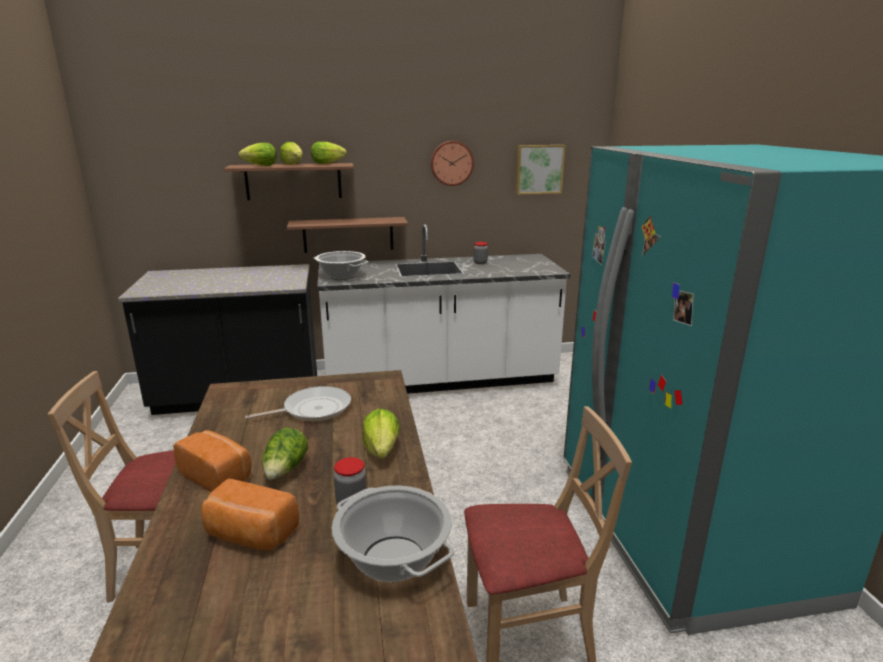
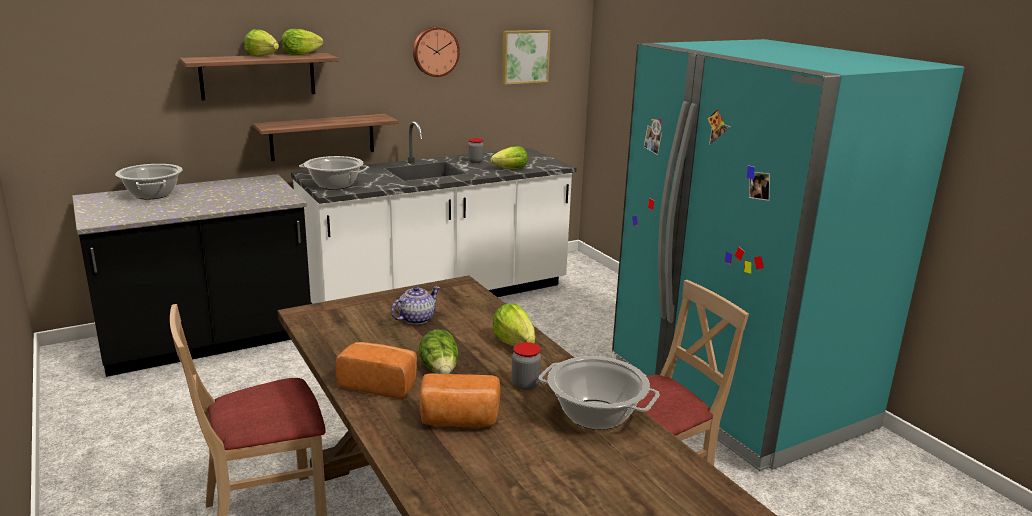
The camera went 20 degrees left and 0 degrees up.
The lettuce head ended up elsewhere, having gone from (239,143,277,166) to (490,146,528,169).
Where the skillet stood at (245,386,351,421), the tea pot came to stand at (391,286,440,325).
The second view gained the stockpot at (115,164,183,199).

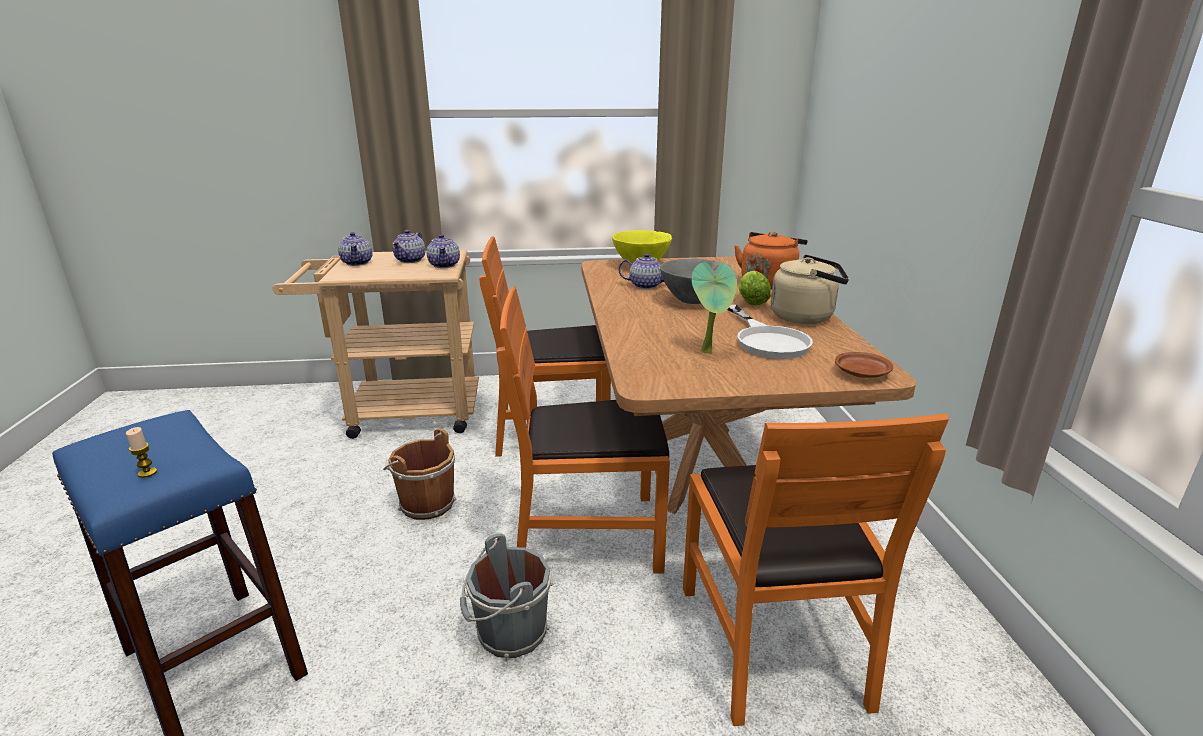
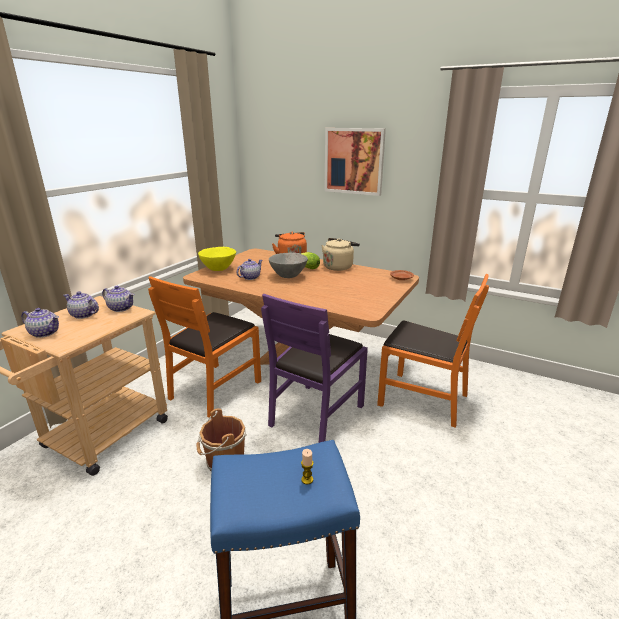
The camera went 55 degrees left and 0 degrees up.
The tea pot at (392,230,425,263) ended up facing another way, 150 degrees clockwise from before.
The second view lost the water bucket/greyish at (460,533,554,658).
What was the chair/orangey at (497,287,670,573) turned into the chair/purplish at (261,294,368,443).
The second view lost the plant in a pot at (692,262,737,353).
The second view lost the skillet/whitish at (727,305,813,359).
The second view gained the picture at (324,128,386,196).

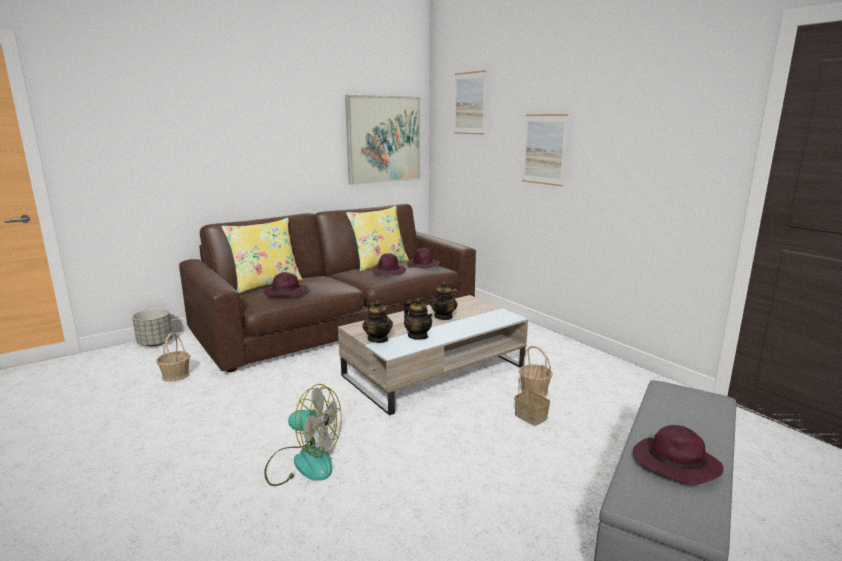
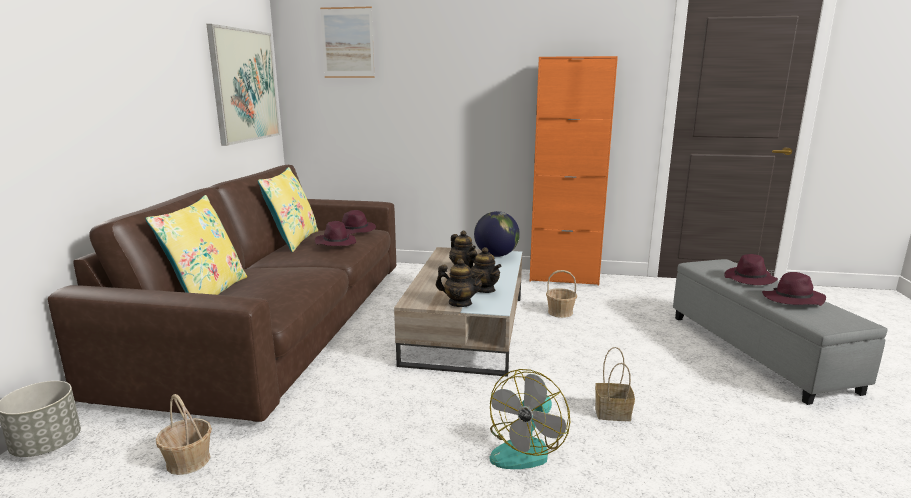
The camera went 45 degrees left and 0 degrees up.
The hat/purplish ended up elsewhere, having gone from (264,272,308,296) to (725,254,778,285).
The cooling fan at (264,384,342,486) ended up facing another way, 150 degrees clockwise from before.
The tea pot at (404,298,433,340) ended up facing another way, 45 degrees clockwise from before.
The storage basket ended up elsewhere, having gone from (515,365,550,426) to (595,347,635,421).
The second view lost the picture at (522,114,568,186).
The second view gained the world globe at (474,211,520,257).
The second view gained the cupboard/orangey at (530,56,618,286).

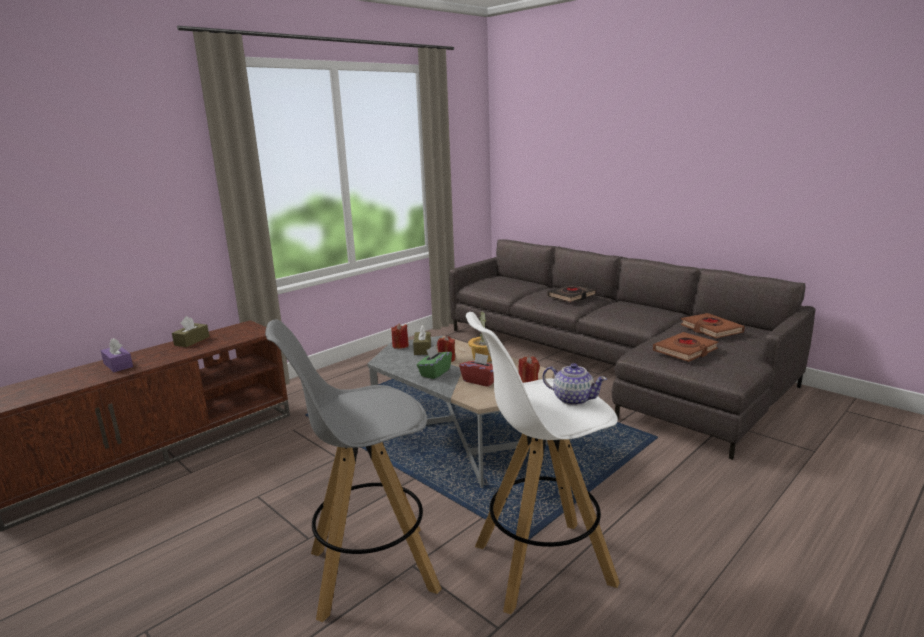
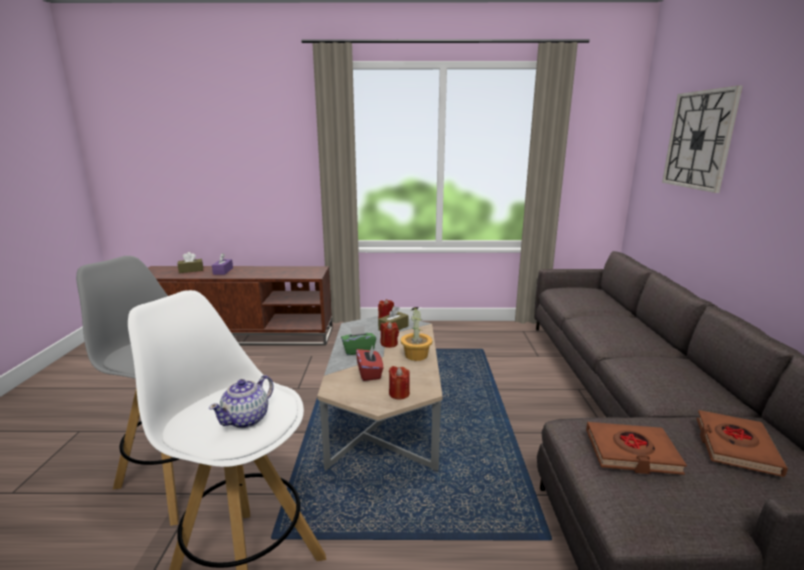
The camera went 45 degrees right and 0 degrees up.
The tissue holder/brown-coloured ended up elsewhere, having gone from (172,316,209,347) to (178,252,203,273).
The tea pot at (543,363,607,406) ended up facing another way, 45 degrees clockwise from before.
The second view lost the volume/black at (547,284,596,303).
The second view gained the hanging clock at (662,85,743,193).

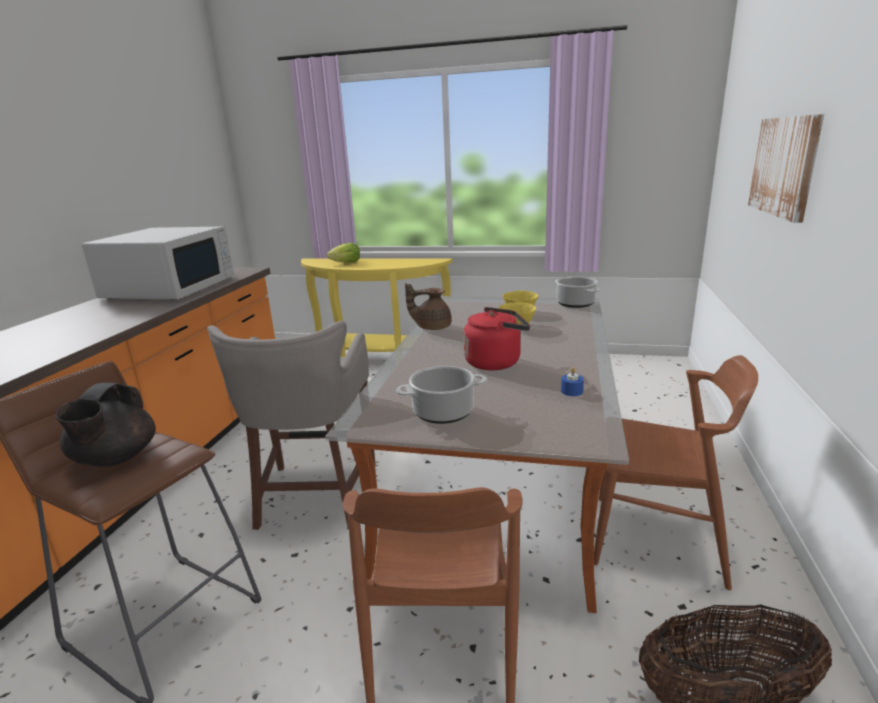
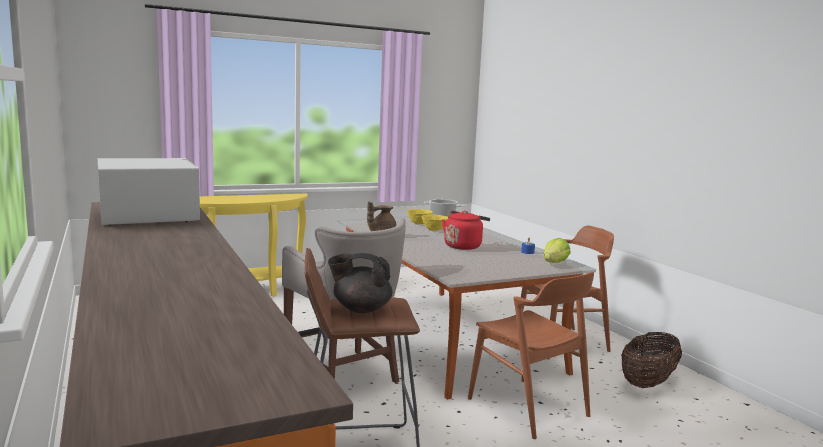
The camera went 40 degrees left and 10 degrees down.
The tea pot/black at (56,383,156,467) ended up facing another way, 135 degrees clockwise from before.
The lettuce head ended up elsewhere, having gone from (327,243,360,263) to (543,238,571,263).
The second view lost the stockpot at (396,366,487,424).
The second view lost the picture at (748,114,824,223).

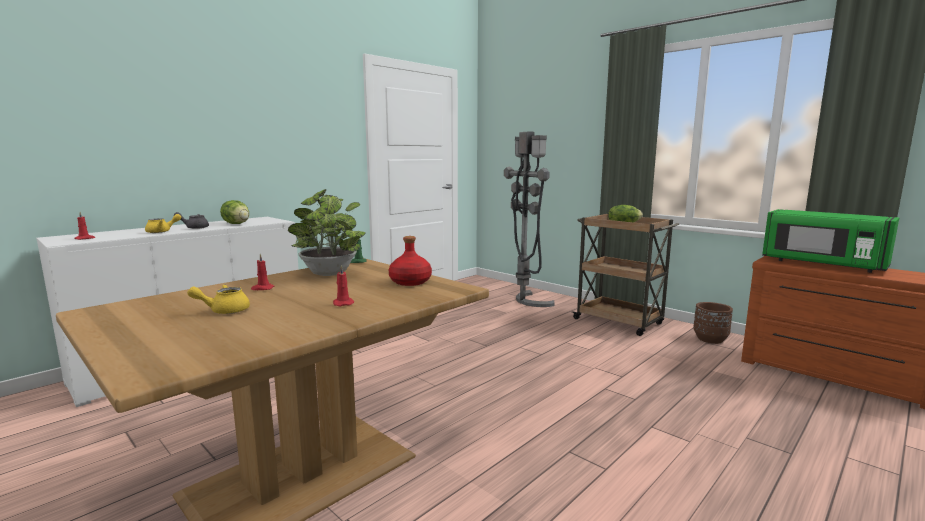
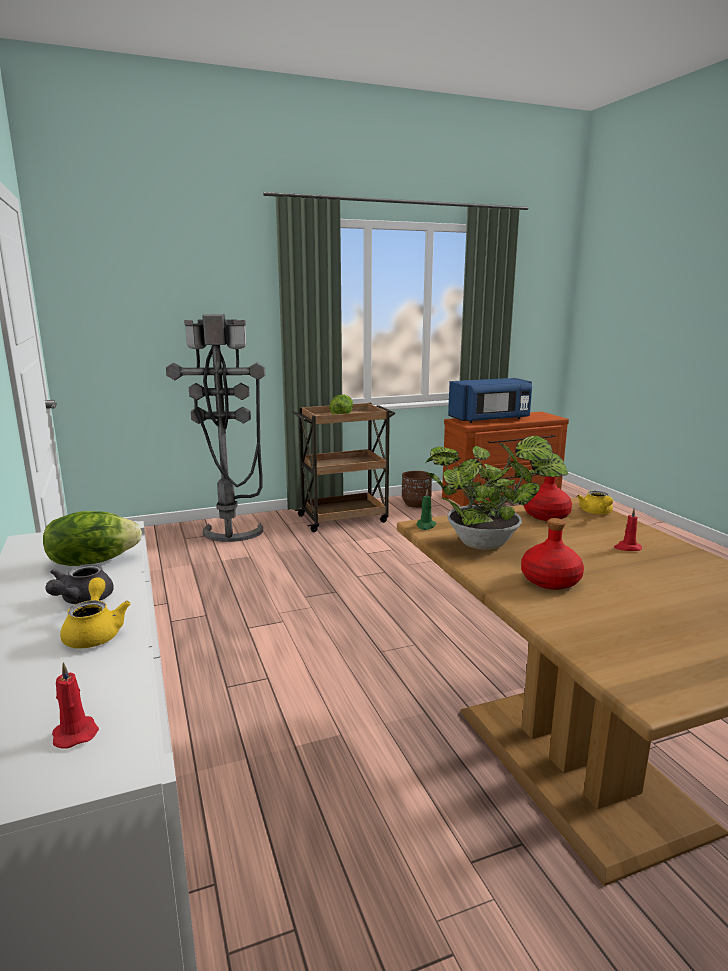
The camera went 65 degrees left and 5 degrees up.
The tea pot/yellowish ended up elsewhere, having gone from (187,284,250,314) to (577,491,613,514).
Where the wax candle/red stood at (251,254,274,290), the drink bottle/red came to stand at (521,518,584,590).
What was the microwave/green-coloured at (762,209,899,273) turned into the microwave/blue-coloured at (448,378,532,423).

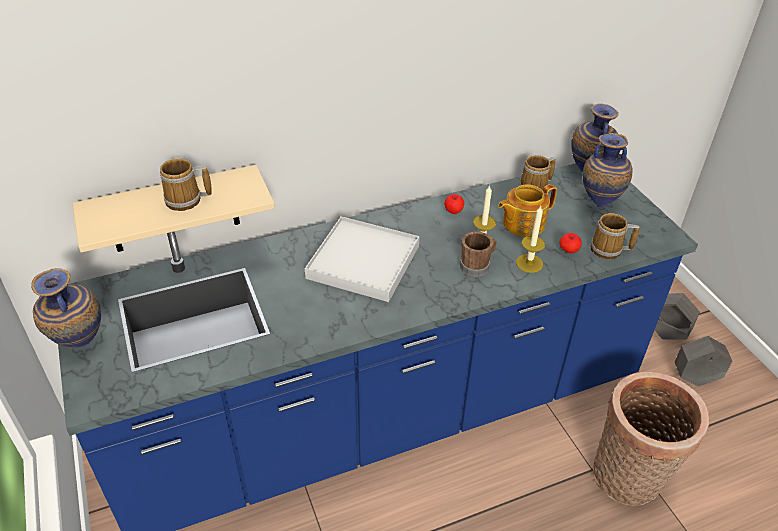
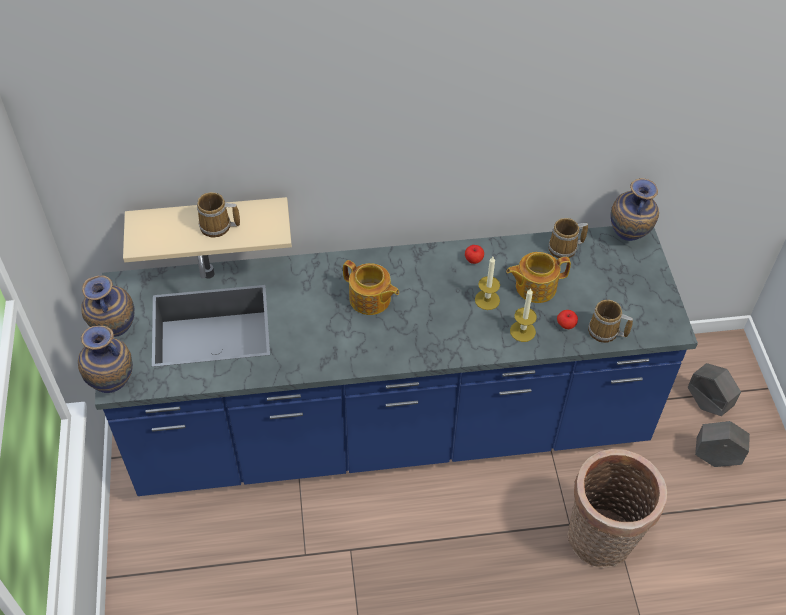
The camera went 15 degrees right and 10 degrees up.
Where the serving tray/whitish stood at (305,216,420,302), the tea pot came to stand at (343,260,399,315).
The second view lost the coffee mug/brown-coloured at (460,232,497,276).
The flower vase ended up elsewhere, having gone from (583,133,632,207) to (78,326,133,393).

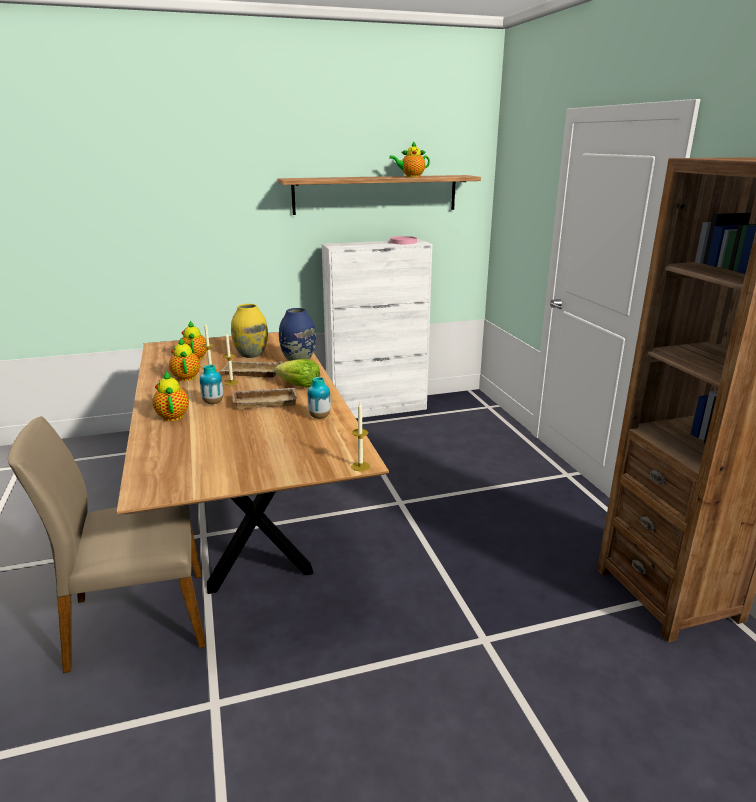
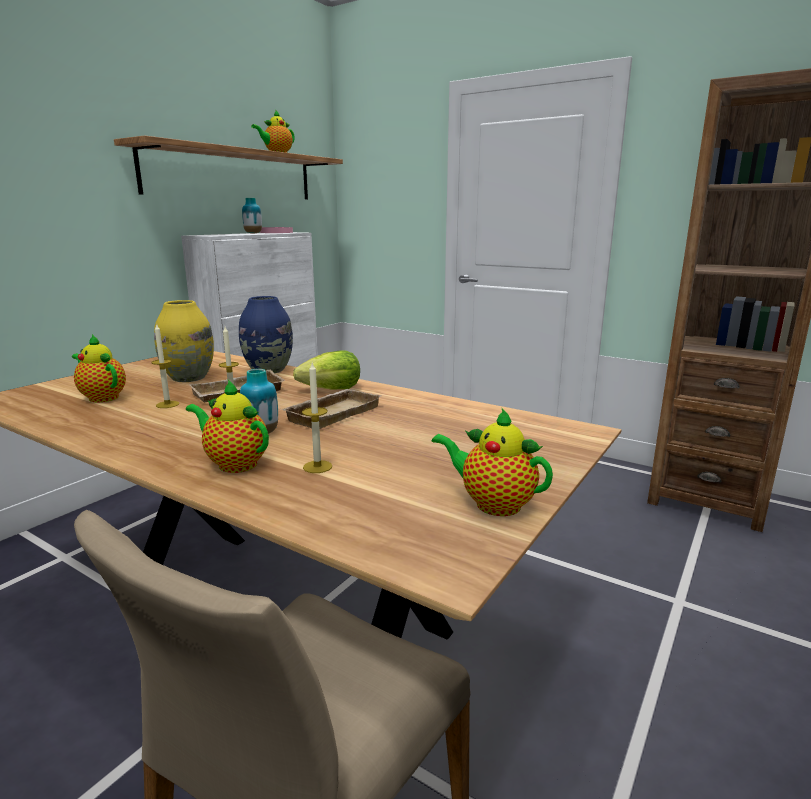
The camera went 40 degrees left and 5 degrees down.
The tea pot ended up elsewhere, having gone from (169,338,200,381) to (432,408,553,516).
The flower vase ended up elsewhere, having gone from (307,377,331,419) to (242,198,262,234).
The wax candle ended up elsewhere, having gone from (351,403,370,471) to (302,363,332,473).

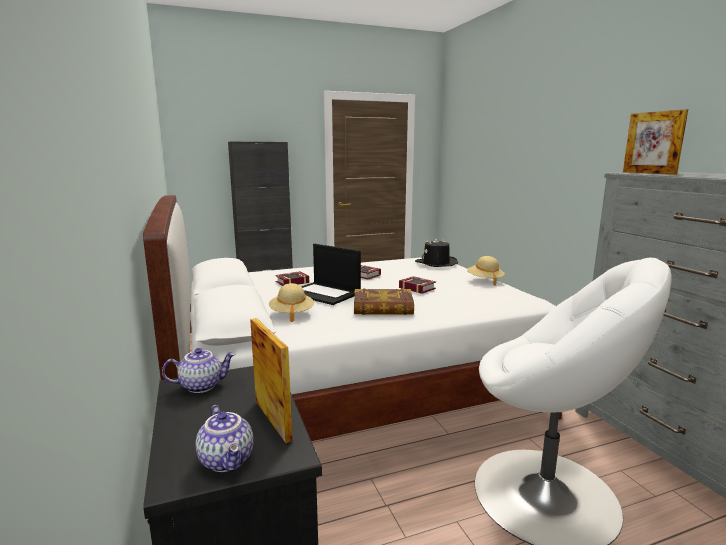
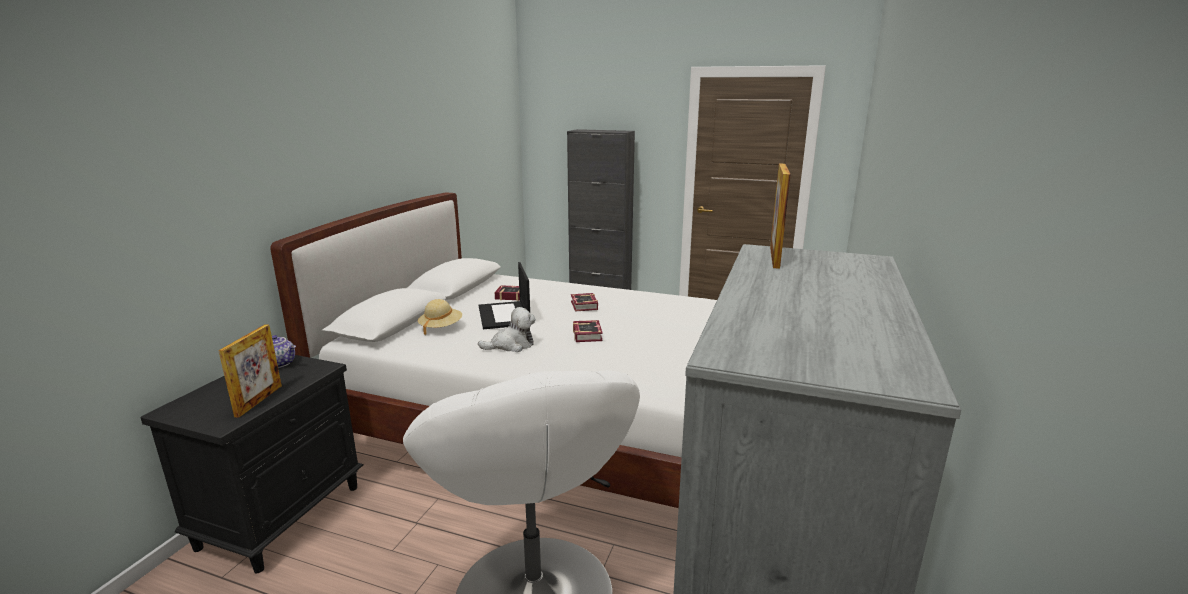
The camera went 40 degrees right and 5 degrees up.
The second view lost the tea pot at (196,405,254,472).
Where the volume stood at (354,288,414,315), the soft toy came to stand at (478,307,536,352).
The second view lost the hat/black at (415,238,458,267).
The second view lost the hat/beige at (467,256,505,286).

